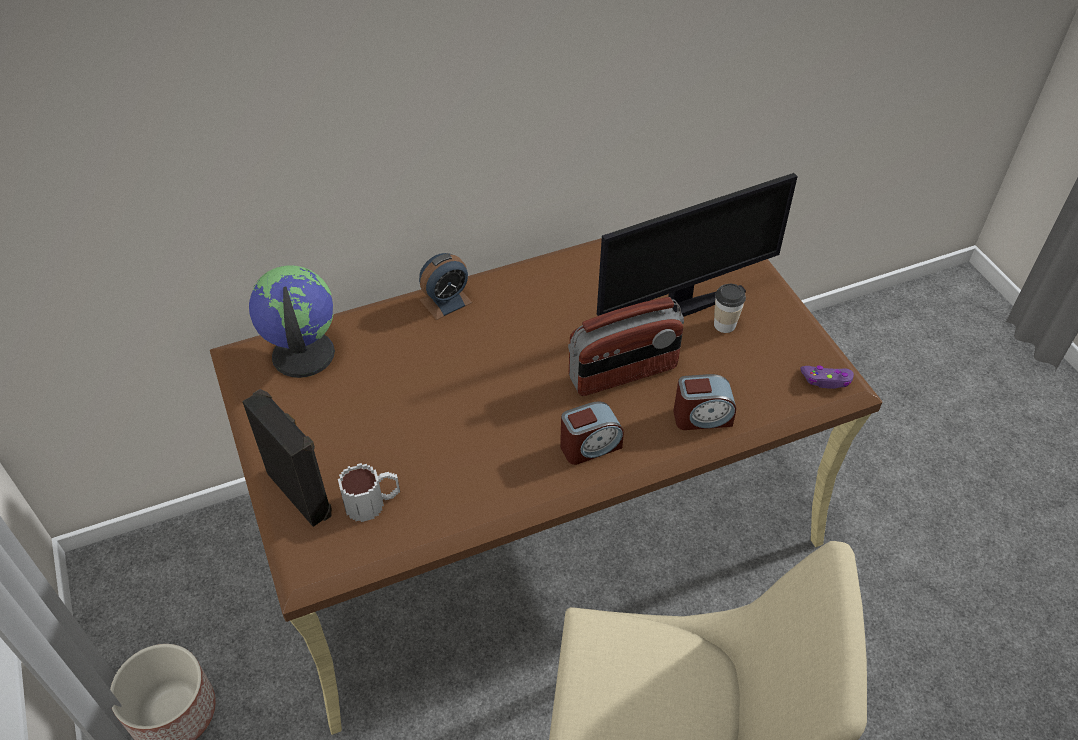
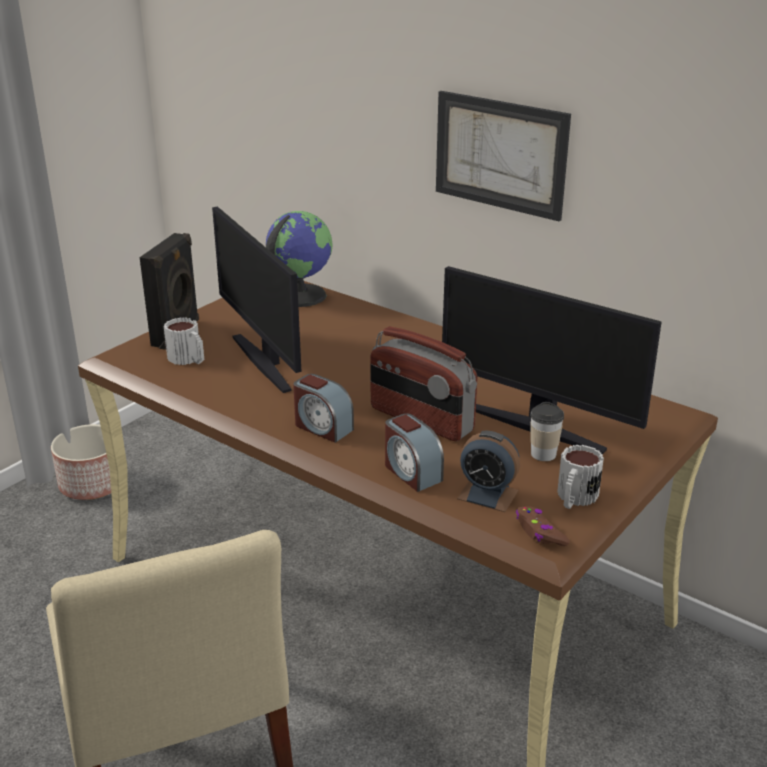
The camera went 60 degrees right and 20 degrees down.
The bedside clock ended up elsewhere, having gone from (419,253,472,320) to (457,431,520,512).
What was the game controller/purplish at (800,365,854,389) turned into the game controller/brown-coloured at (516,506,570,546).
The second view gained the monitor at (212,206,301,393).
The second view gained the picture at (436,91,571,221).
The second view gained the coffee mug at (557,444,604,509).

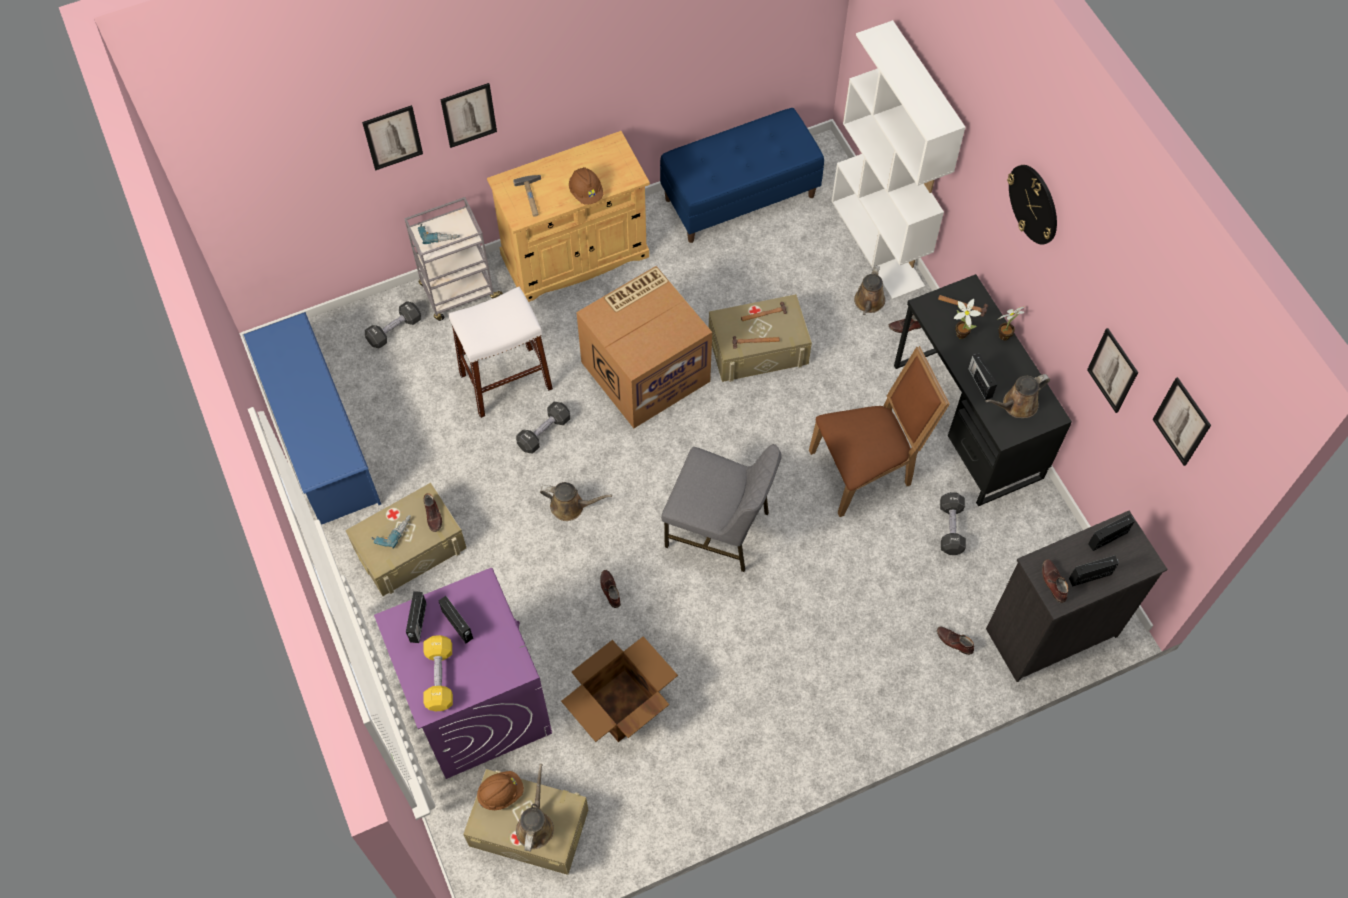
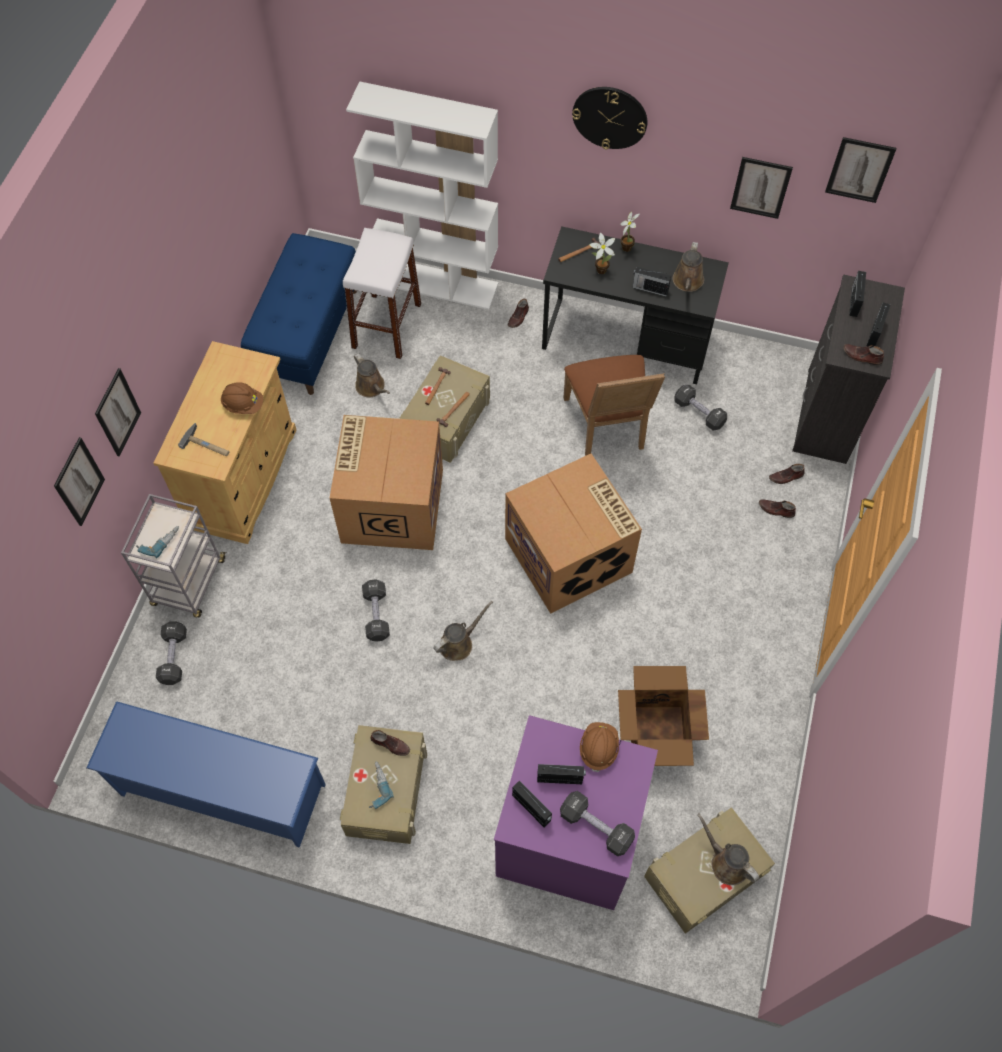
The camera went 50 degrees left and 0 degrees up.
What was the dumbbell/yellowish at (424,635,453,711) turned into the dumbbell/black at (560,791,635,856).
The stool seat/whitish ended up elsewhere, having gone from (449,286,553,418) to (343,228,421,359).
The safety helmet/brown-coloured ended up elsewhere, having gone from (477,771,524,810) to (580,722,619,772).
The shoe/brown-coloured ended up elsewhere, having gone from (600,570,621,608) to (759,499,796,518).
Where the chair/greyish stood at (661,444,782,572), the cardboard box came to stand at (505,454,642,614).
The chair/brown-coloured at (809,346,950,517) ended up facing another way, 150 degrees clockwise from before.
The watering can/brown-coloured ended up elsewhere, having gone from (854,265,885,315) to (354,353,390,397).

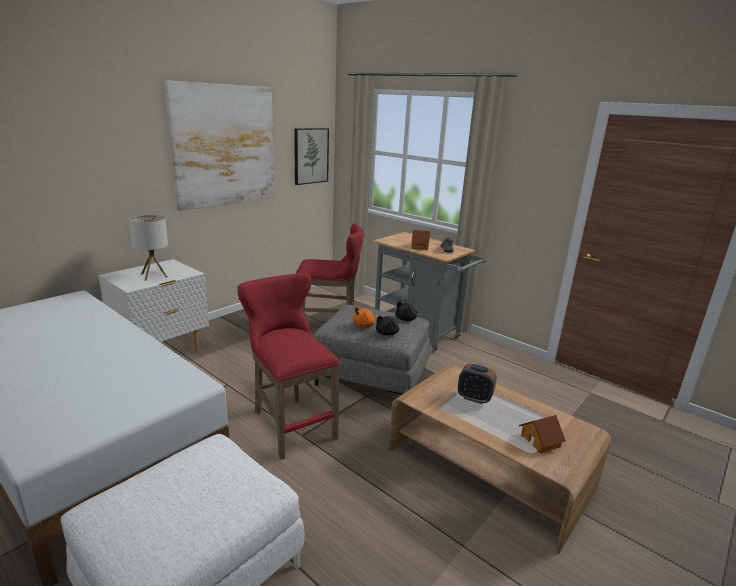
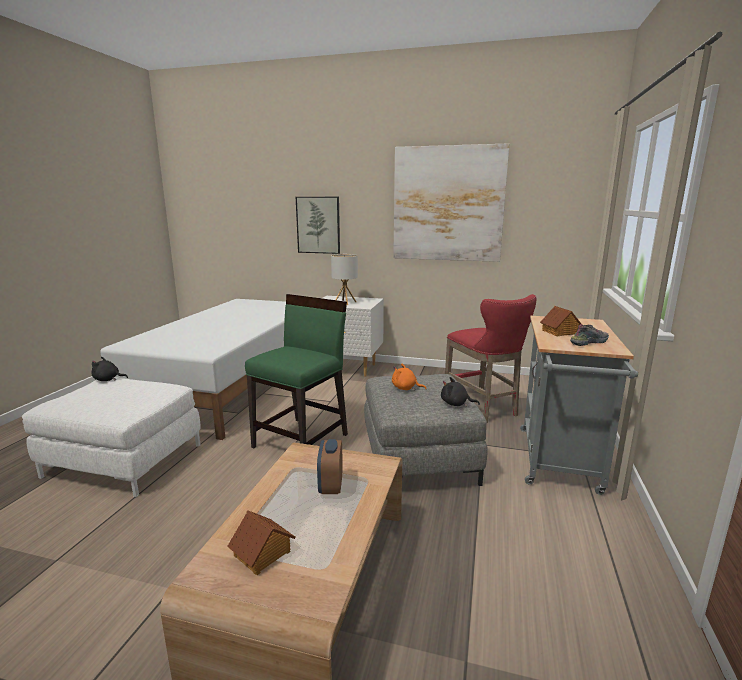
The camera went 65 degrees right and 5 degrees down.
Where the stool seat/red stood at (237,273,340,460), the chair/green-coloured came to stand at (245,294,348,448).
The picture ended up elsewhere, having gone from (294,128,329,185) to (296,197,340,254).
The soft toy/black ended up elsewhere, having gone from (376,316,400,335) to (91,357,128,381).

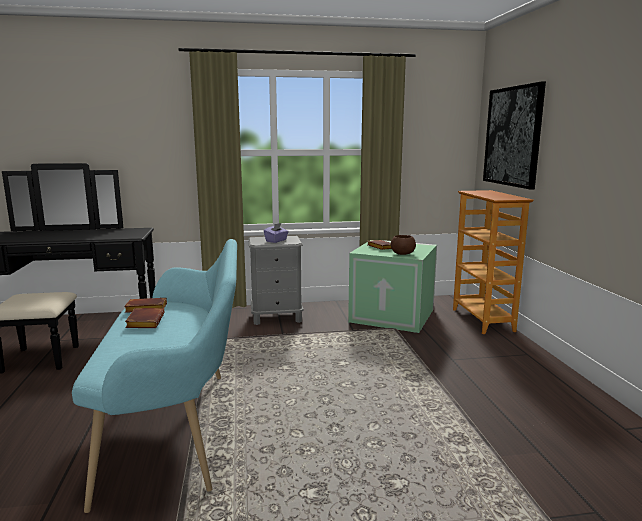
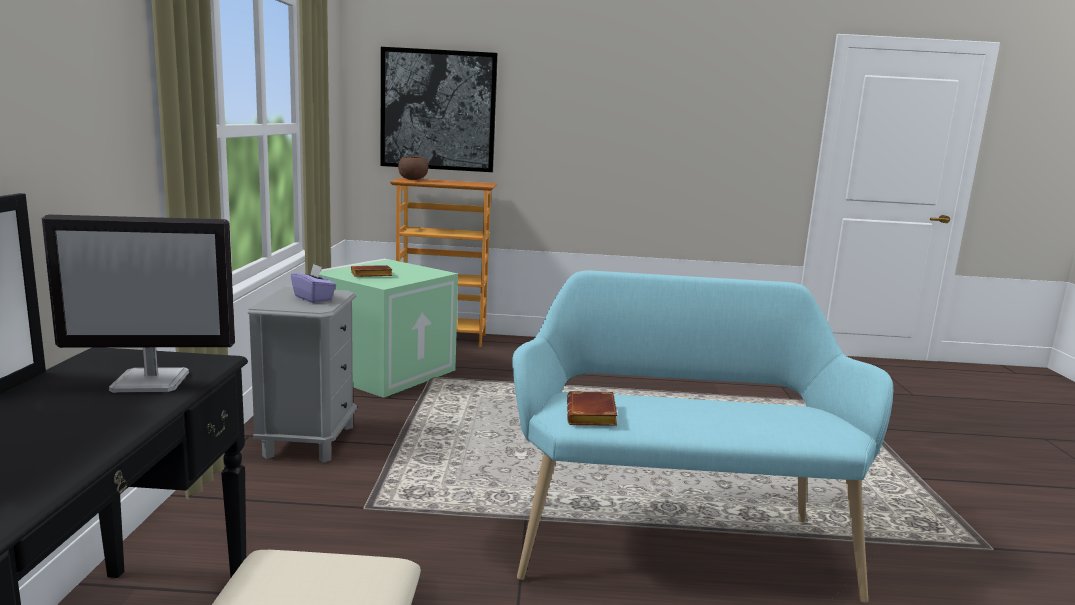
The camera went 80 degrees left and 0 degrees up.
The second view lost the volume/brown-coloured at (125,308,165,328).
The bowl/brown-coloured ended up elsewhere, having gone from (391,235,416,255) to (398,156,428,180).
The second view gained the monitor at (42,215,235,393).

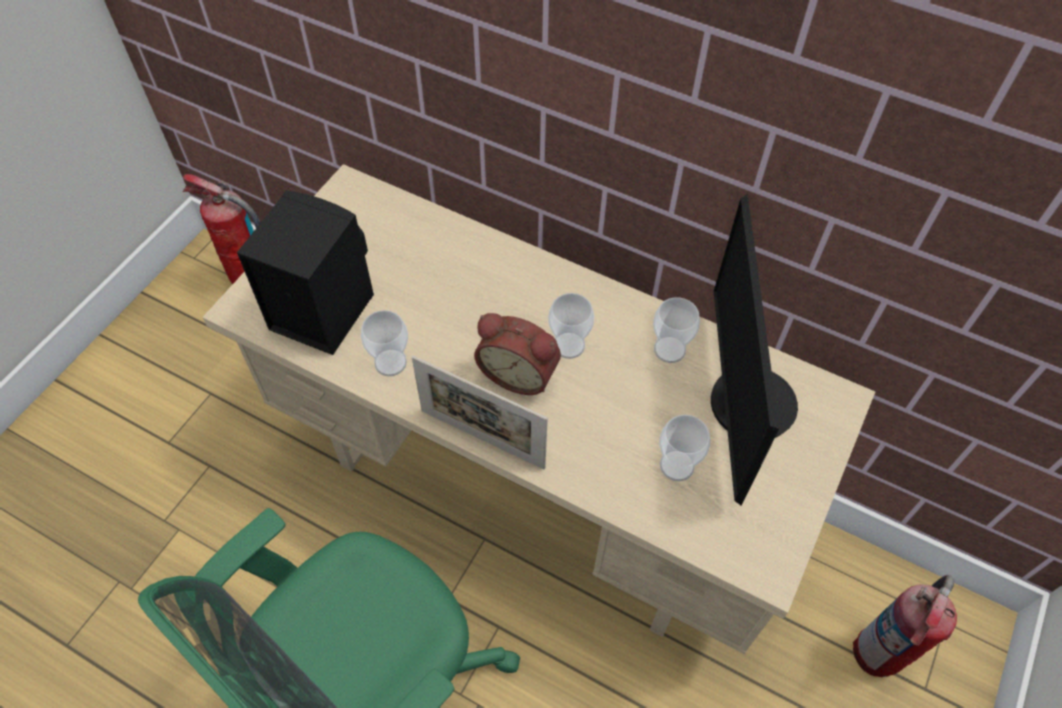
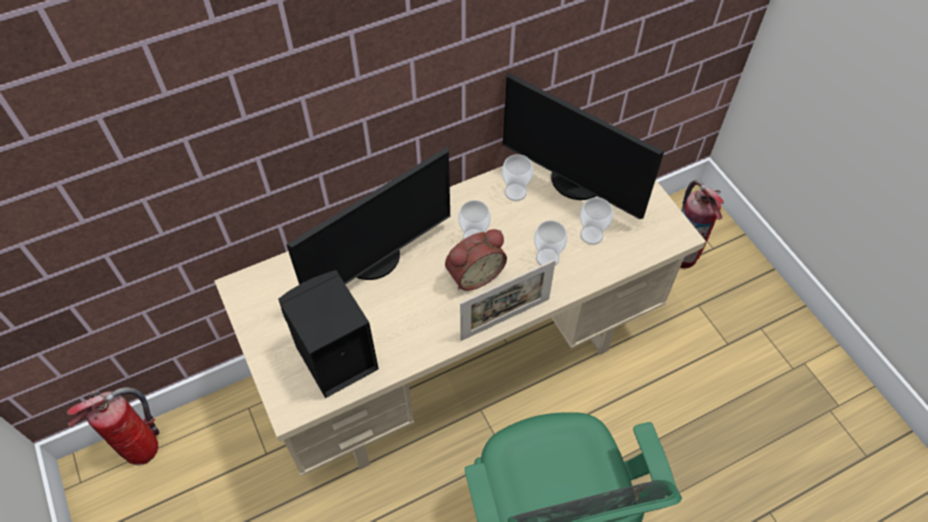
The camera went 55 degrees left and 0 degrees up.
The cup ended up elsewhere, having gone from (361,310,408,376) to (534,220,568,266).
The second view gained the monitor at (286,147,450,285).

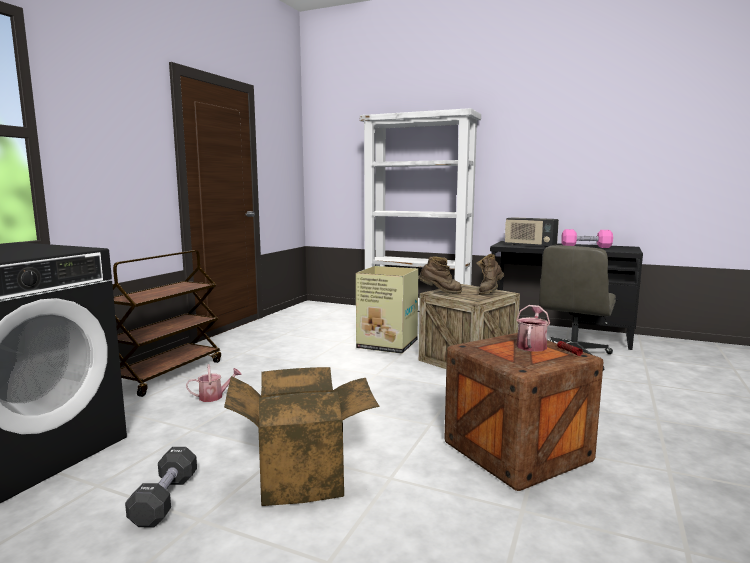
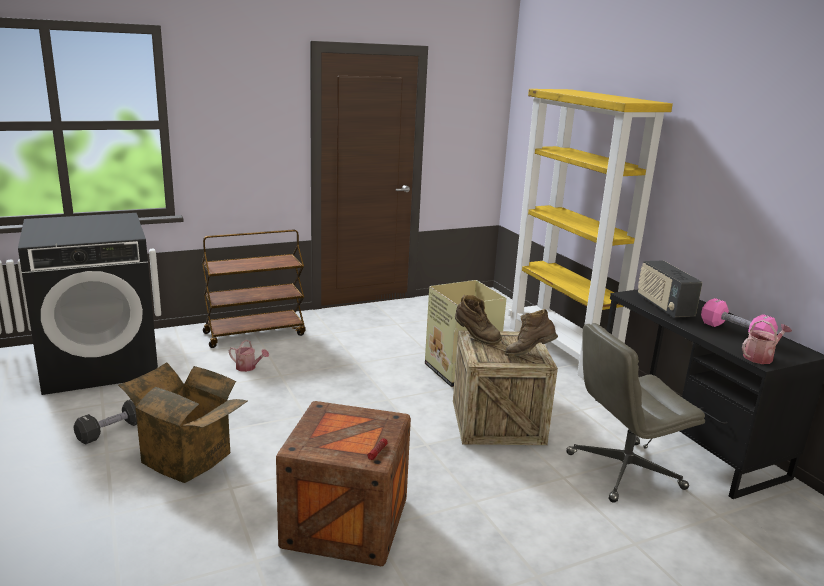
The camera went 40 degrees right and 10 degrees up.
What was the shelving unit/whitish at (360,108,481,311) turned into the shelving unit/yellowish at (508,89,673,379).
The watering can ended up elsewhere, having gone from (516,305,550,352) to (742,320,792,364).

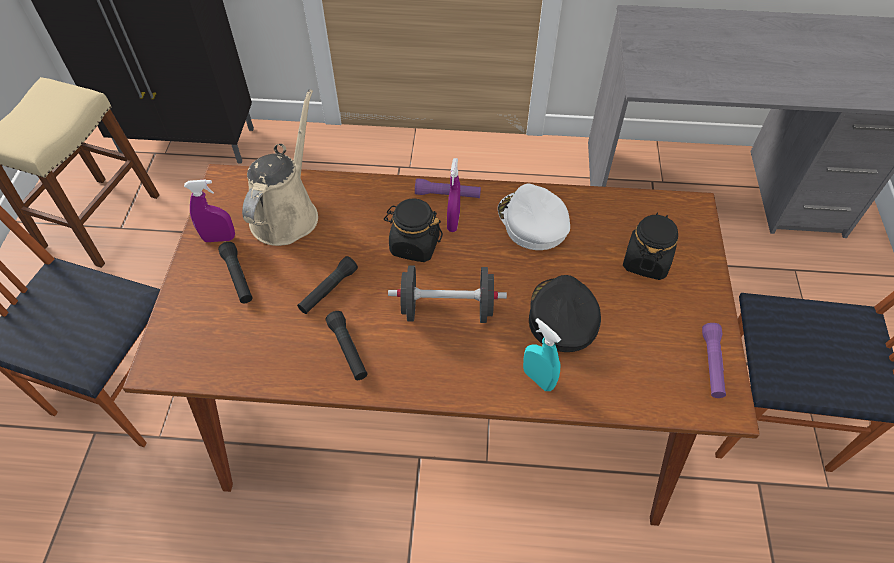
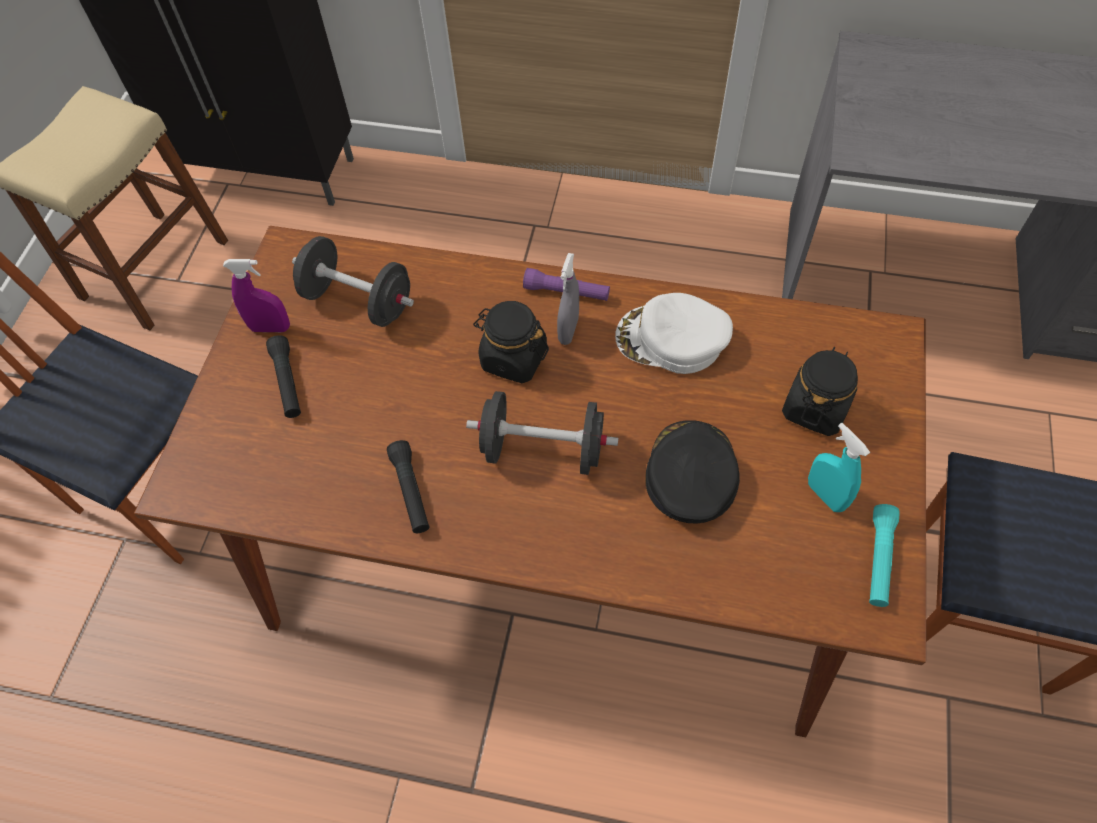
The camera went 10 degrees right and 5 degrees up.
Where the watering can/beige stood at (242,89,318,246), the dumbbell/black came to stand at (292,236,414,327).
The second view lost the hand torch/black at (297,256,358,314).
What was the sprayer/purplish at (447,158,460,232) turned into the sprayer/greyish at (557,253,579,345).
The baseball cap/whitish at (498,184,570,250) ended up facing another way, 60 degrees counterclockwise from before.
The sprayer/turquoise-coloured ended up elsewhere, having gone from (523,318,561,391) to (808,423,870,512).
What was the hand torch/purplish at (702,323,726,398) turned into the hand torch/turquoise-coloured at (869,504,900,607).

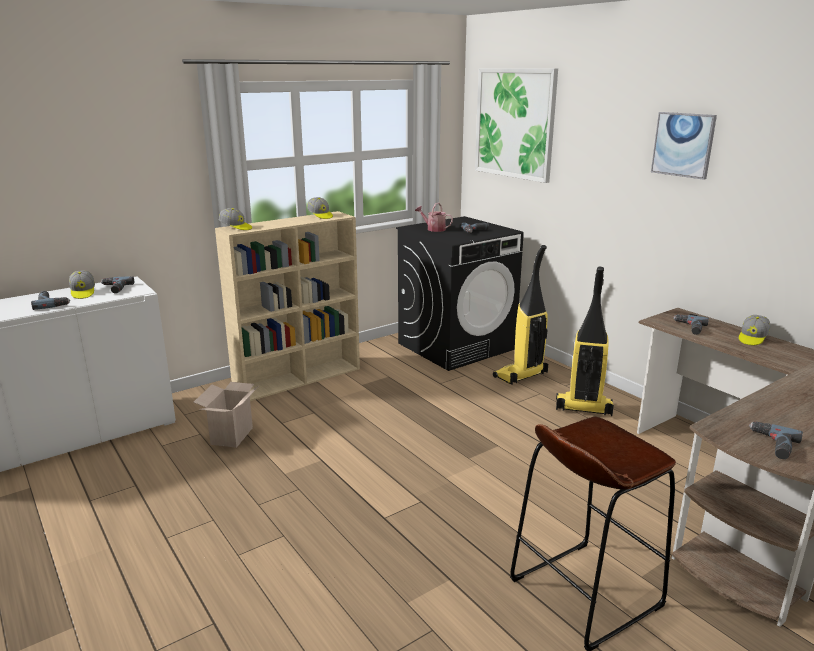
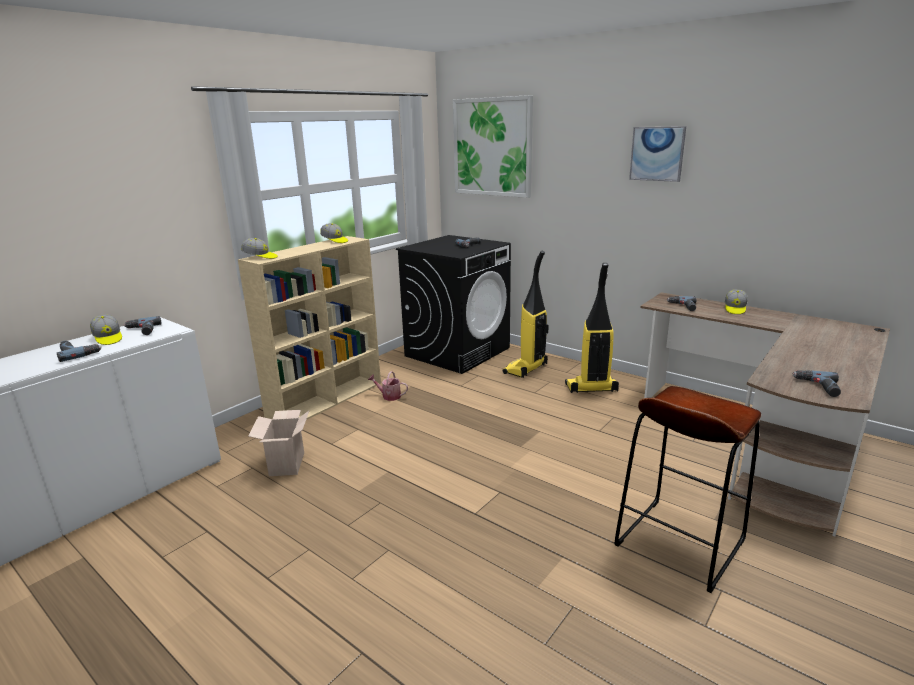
The camera went 15 degrees left and 0 degrees up.
The watering can ended up elsewhere, having gone from (415,203,453,232) to (368,371,408,401).

